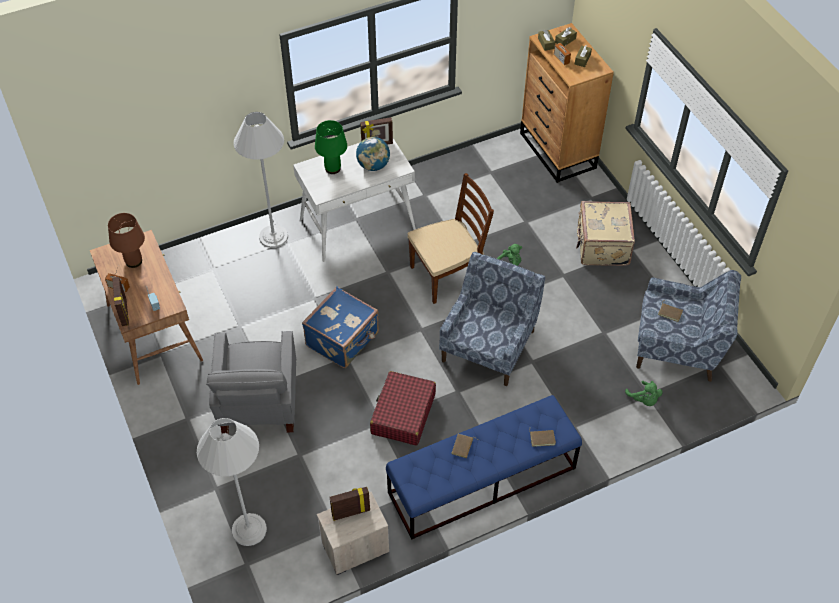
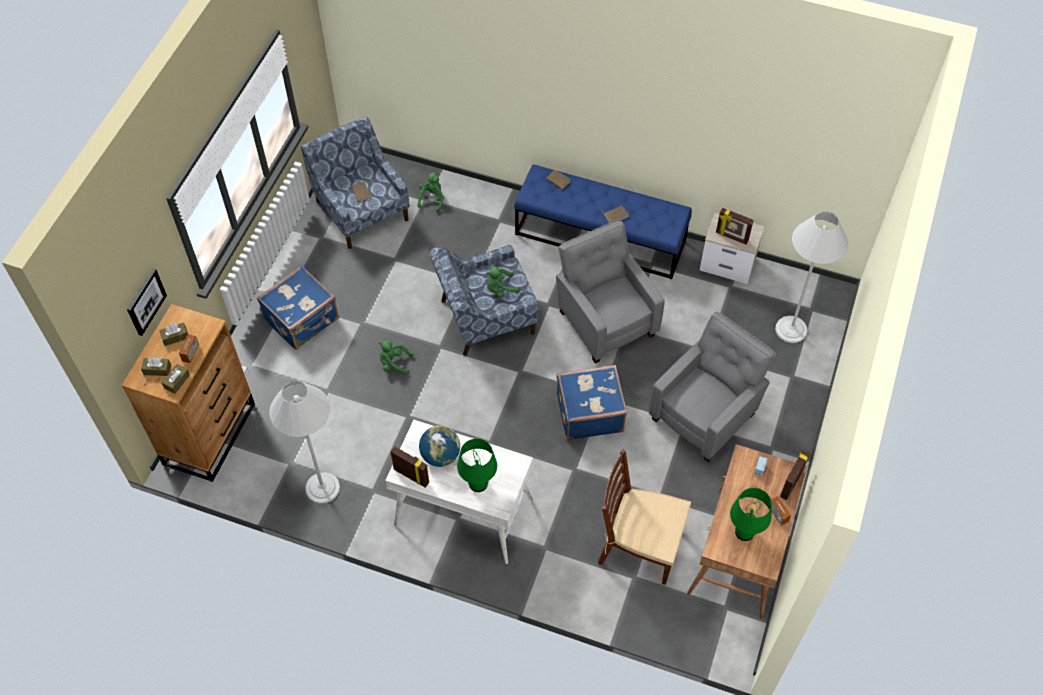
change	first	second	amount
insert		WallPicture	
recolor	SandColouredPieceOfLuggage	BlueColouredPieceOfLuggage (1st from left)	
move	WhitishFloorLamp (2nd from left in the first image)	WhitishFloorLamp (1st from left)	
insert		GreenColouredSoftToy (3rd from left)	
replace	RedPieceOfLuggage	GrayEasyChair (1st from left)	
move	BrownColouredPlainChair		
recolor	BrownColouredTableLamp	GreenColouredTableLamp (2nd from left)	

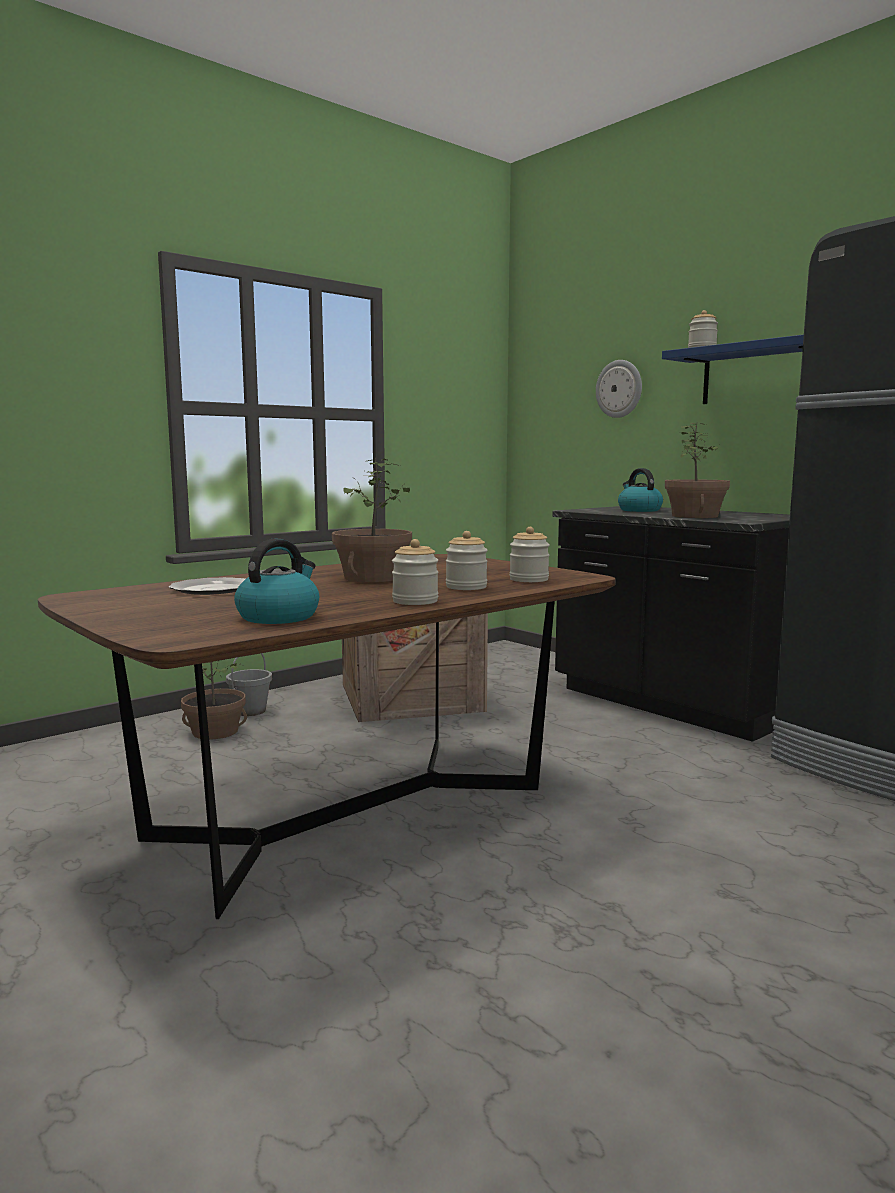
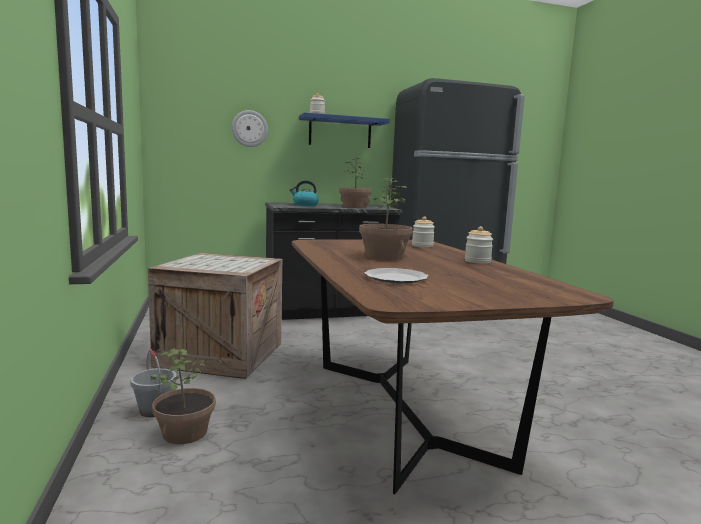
change	first	second	amount
delete	TeaKettle (1st from left)		
delete	StorageJar (2nd from left)		

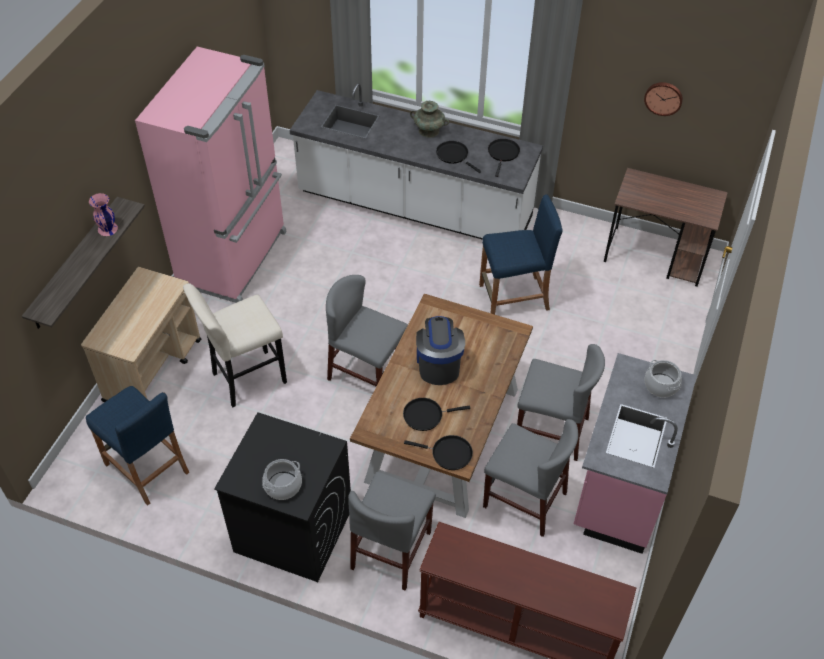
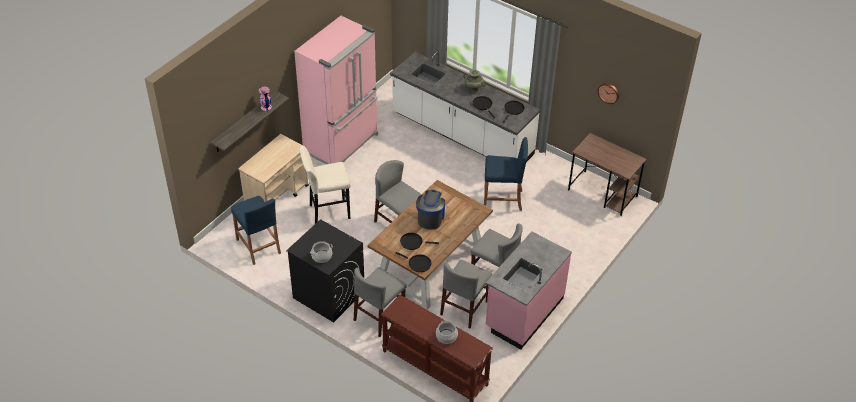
change	first	second	amount
move	CookingPot (2nd from left)		
rotate	GrayPlainChair (3rd from left)		75 degrees clockwise

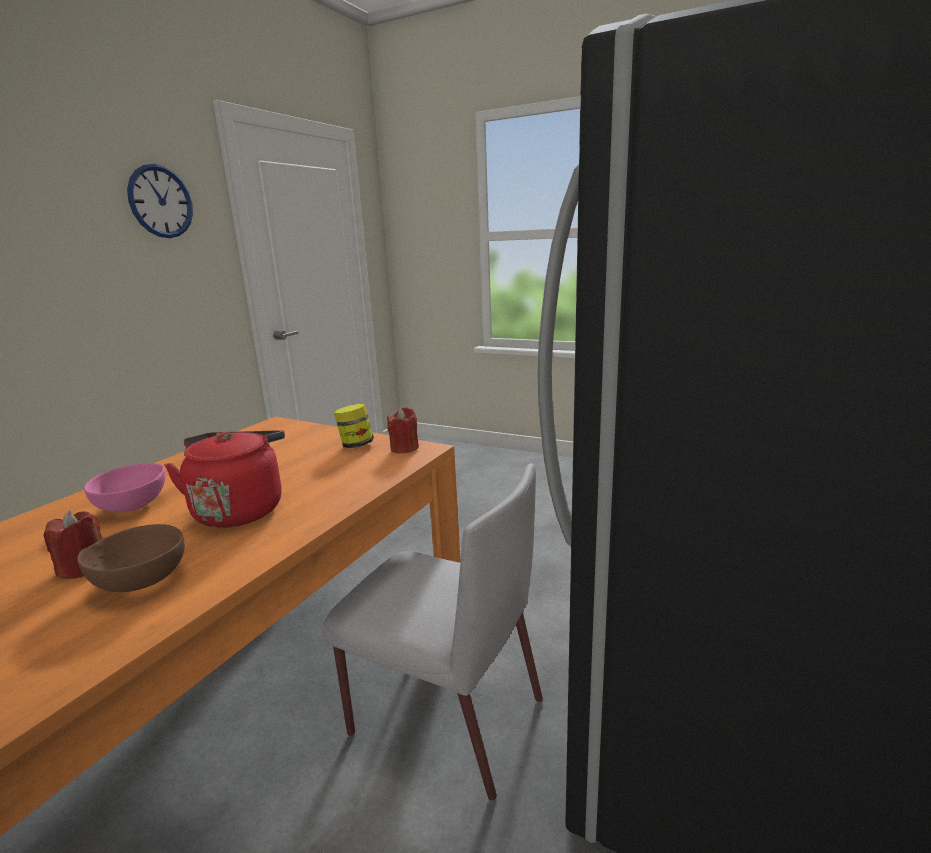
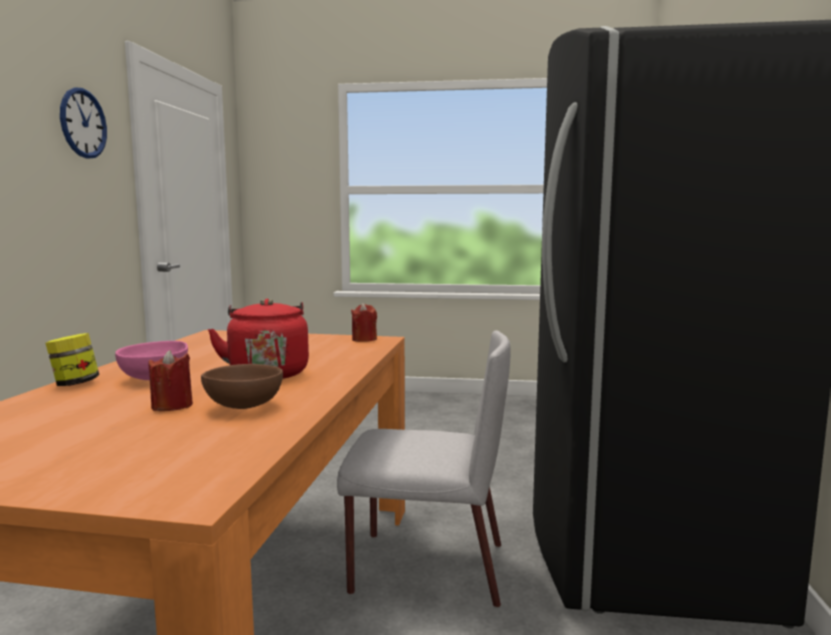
change	first	second	amount
move	StorageJar		

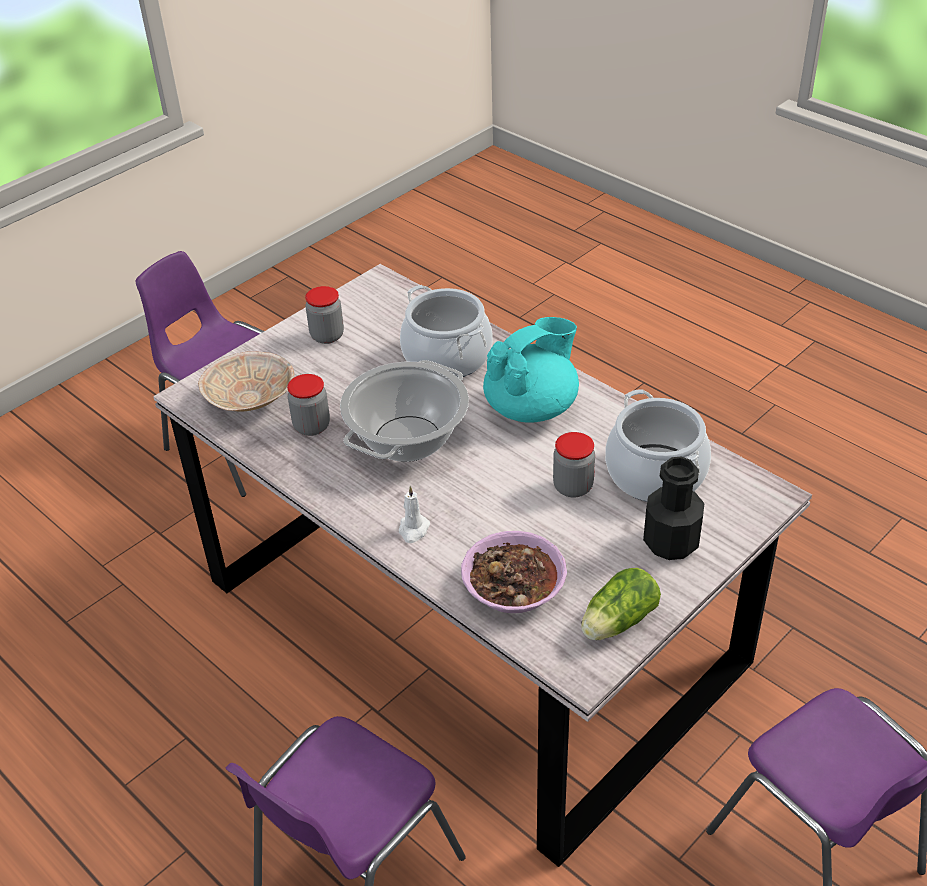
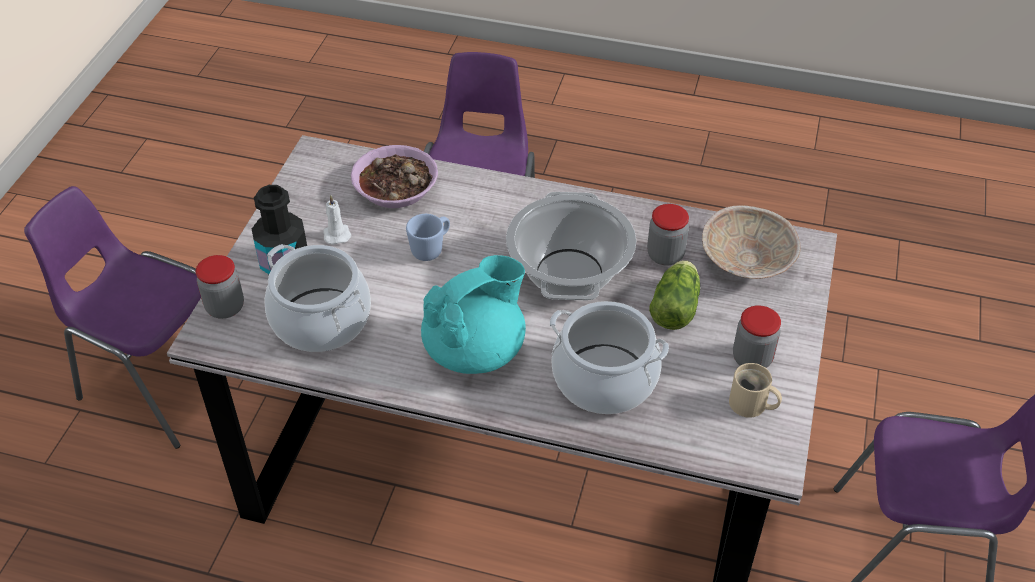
change	first	second	amount
move	StorageJar (3rd from left in the first image)	StorageJar (1st from left)	
move	WhitishWaxLight		
insert		BlueColouredMug	
rotate	BlueGreenTeaPot		150 degrees counterclockwise
move	HeadOfLettuce		
insert		SandColouredMug	

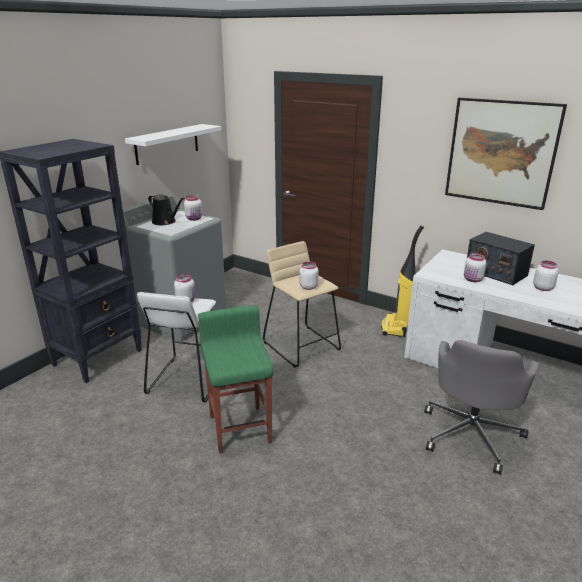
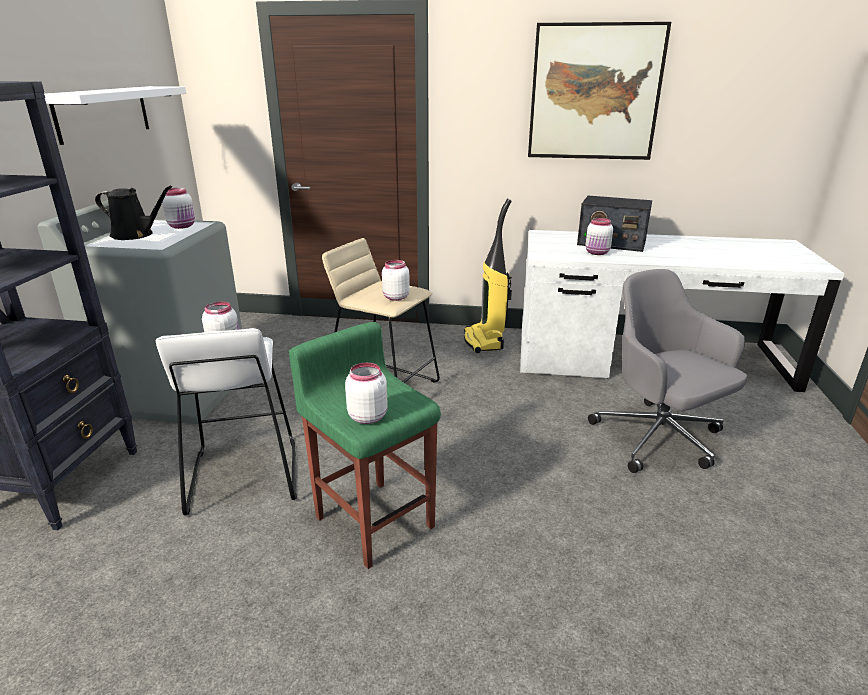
change	first	second	amount
move	WhitishStorageJar (5th from left in the first image)	WhitishStorageJar (3rd from left)	
rotate	GrayDeskChair		150 degrees clockwise

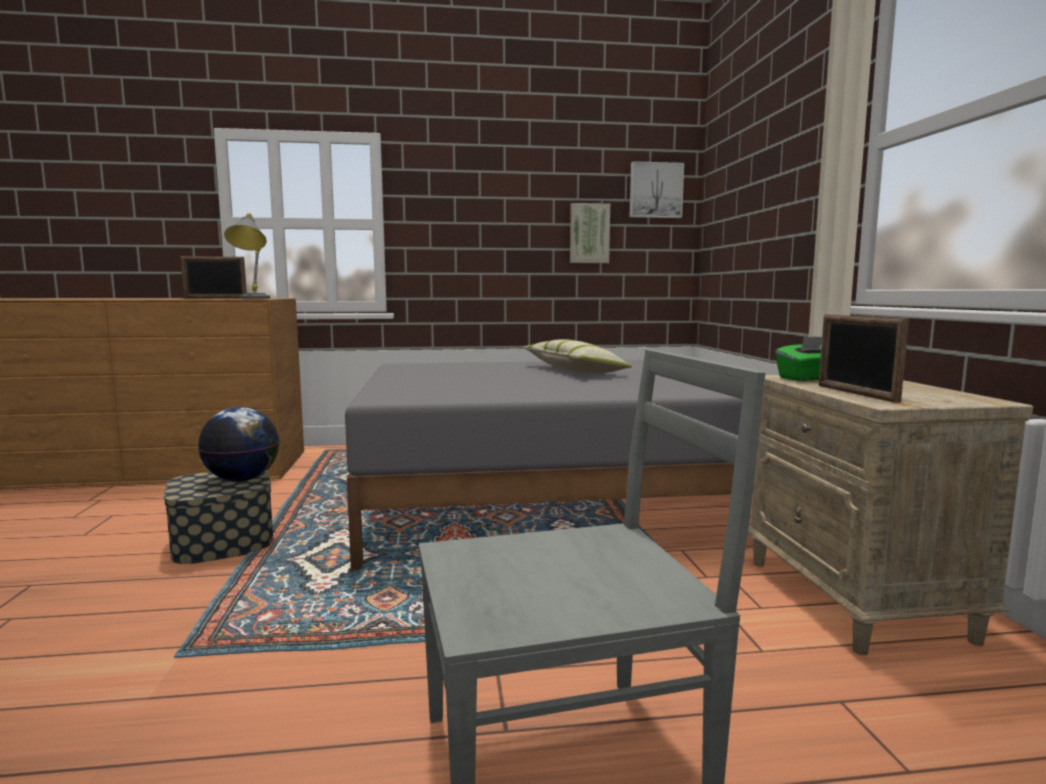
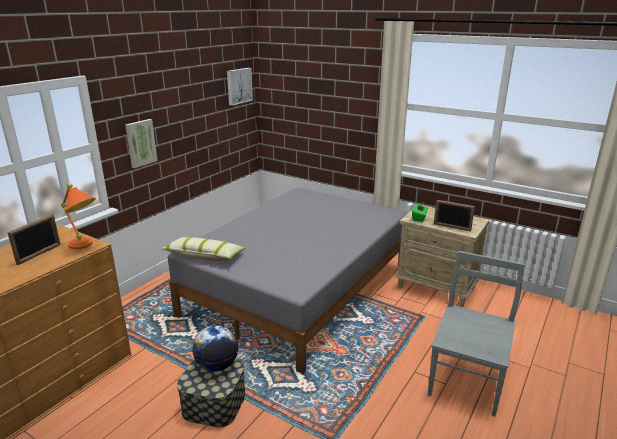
change	first	second	amount
recolor	GrayTableLamp	OrangeyTableLamp	
move	WallPicture (1st from left)		
move	Pillow		

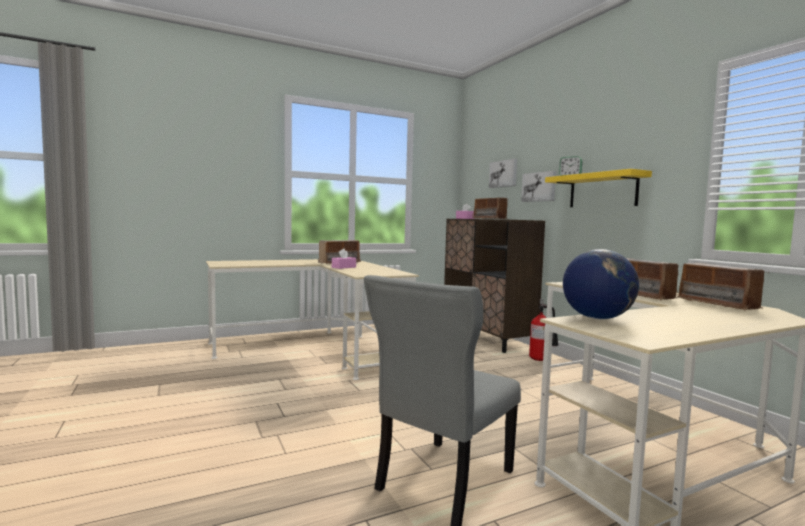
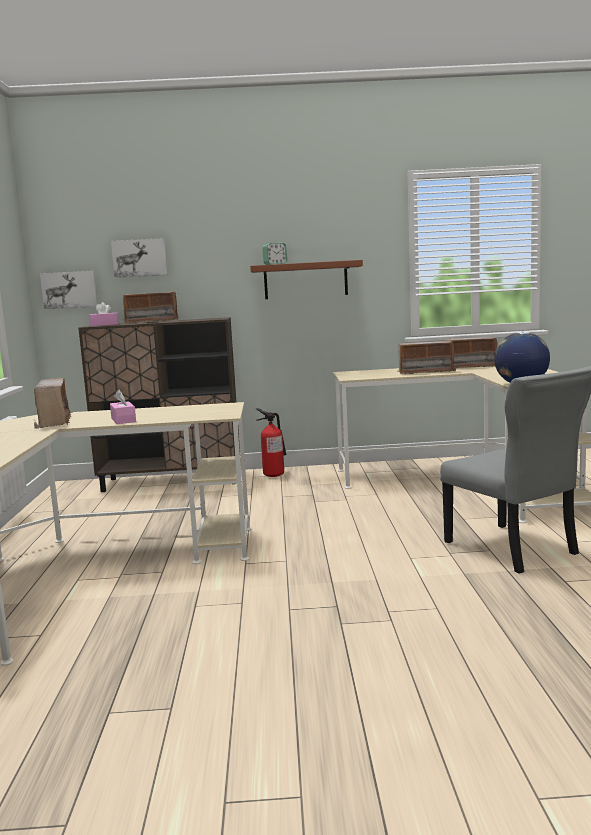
change	first	second	amount
move	WallPicture (2nd from left in the first image)	WallPicture (1st from left)	
recolor	YellowishBracketShelf	BrownColouredBracketShelf	

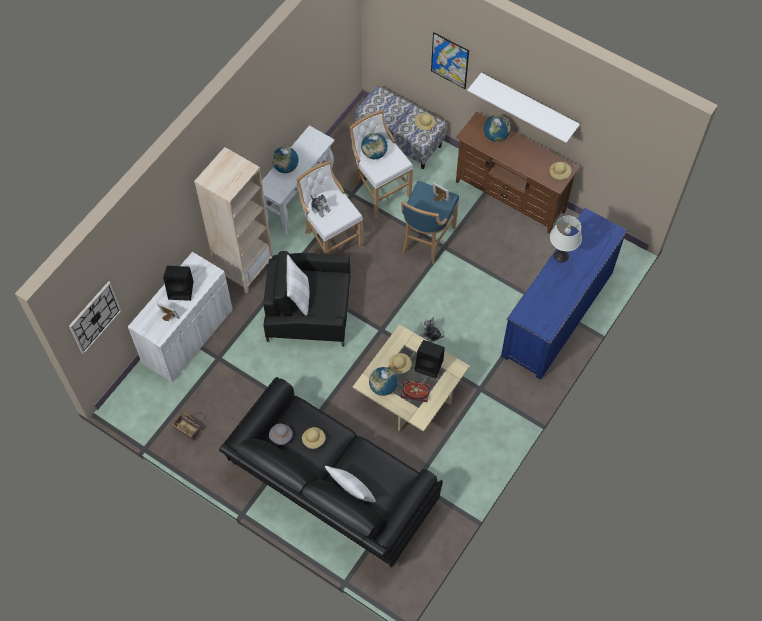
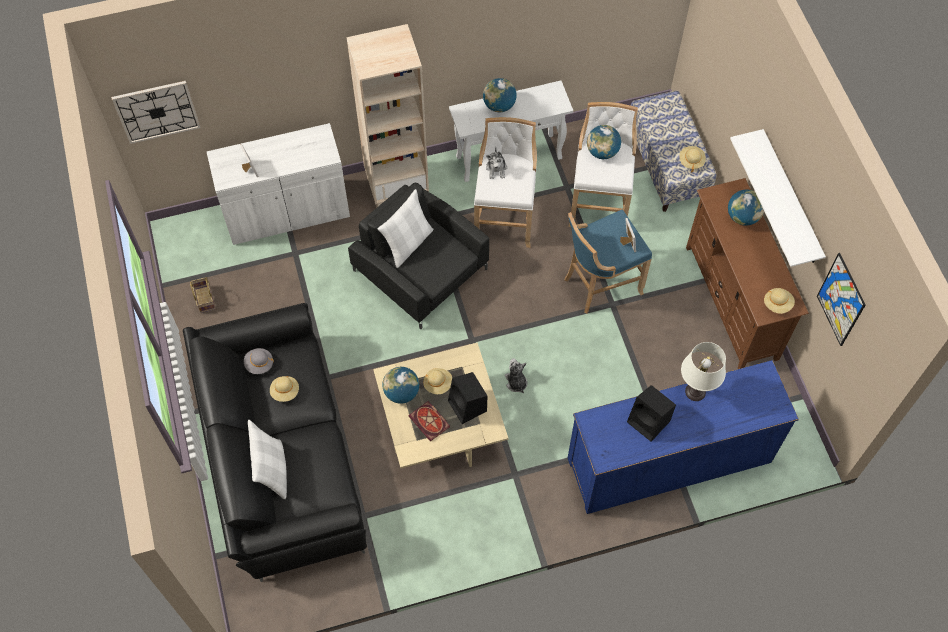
change	first	second	amount
move	BlackishLoudspeaker (1st from left in the first image)	BlackishLoudspeaker (2nd from left)	
move	WallPicture		

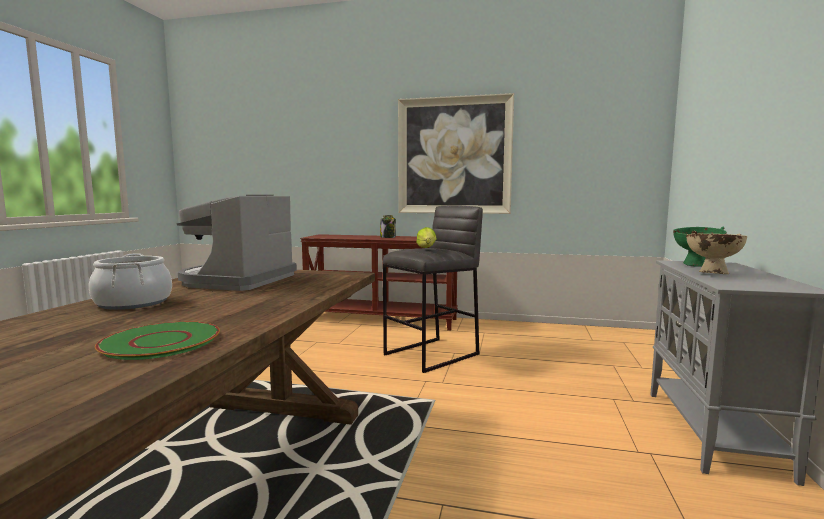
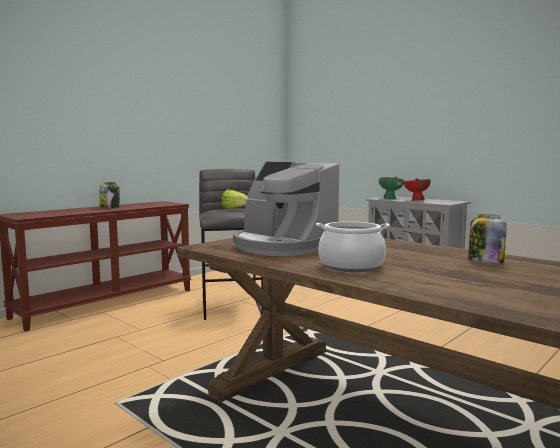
change	first	second	amount
recolor	SandColouredServingBowl	RedServingBowl	
replace	GreenColouredPlate	StorageJar (2nd from left)	
delete	WallPicture		

